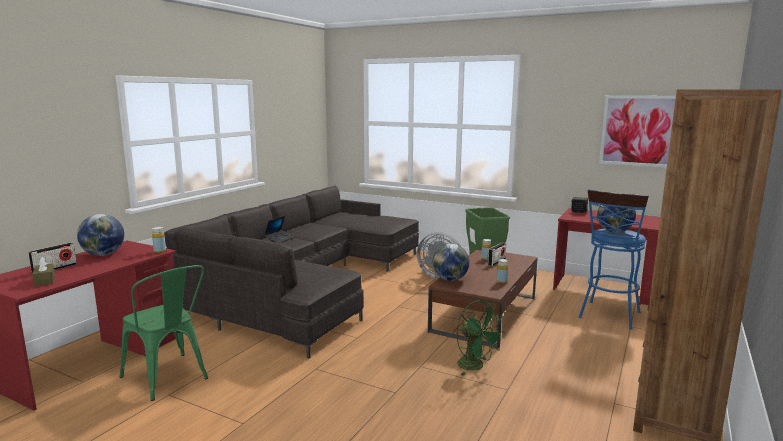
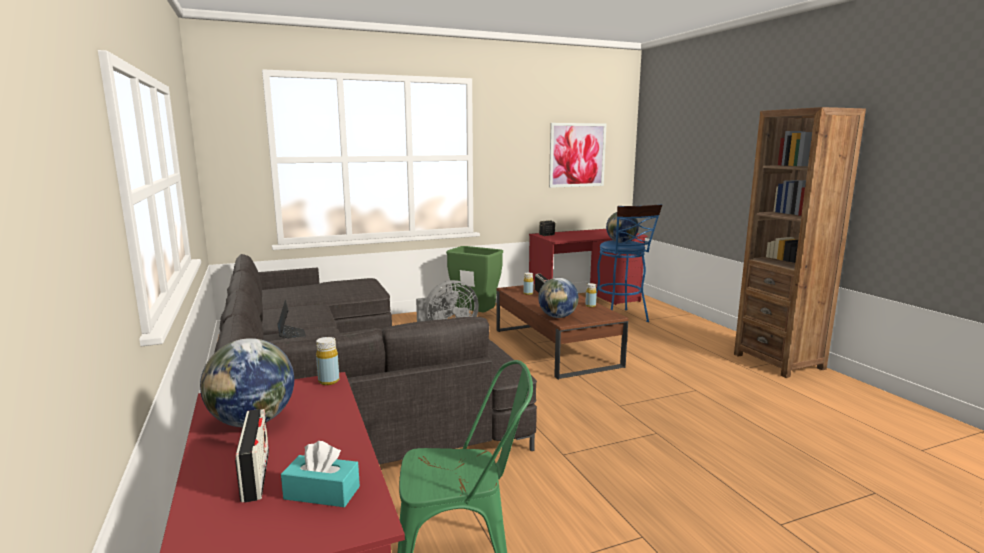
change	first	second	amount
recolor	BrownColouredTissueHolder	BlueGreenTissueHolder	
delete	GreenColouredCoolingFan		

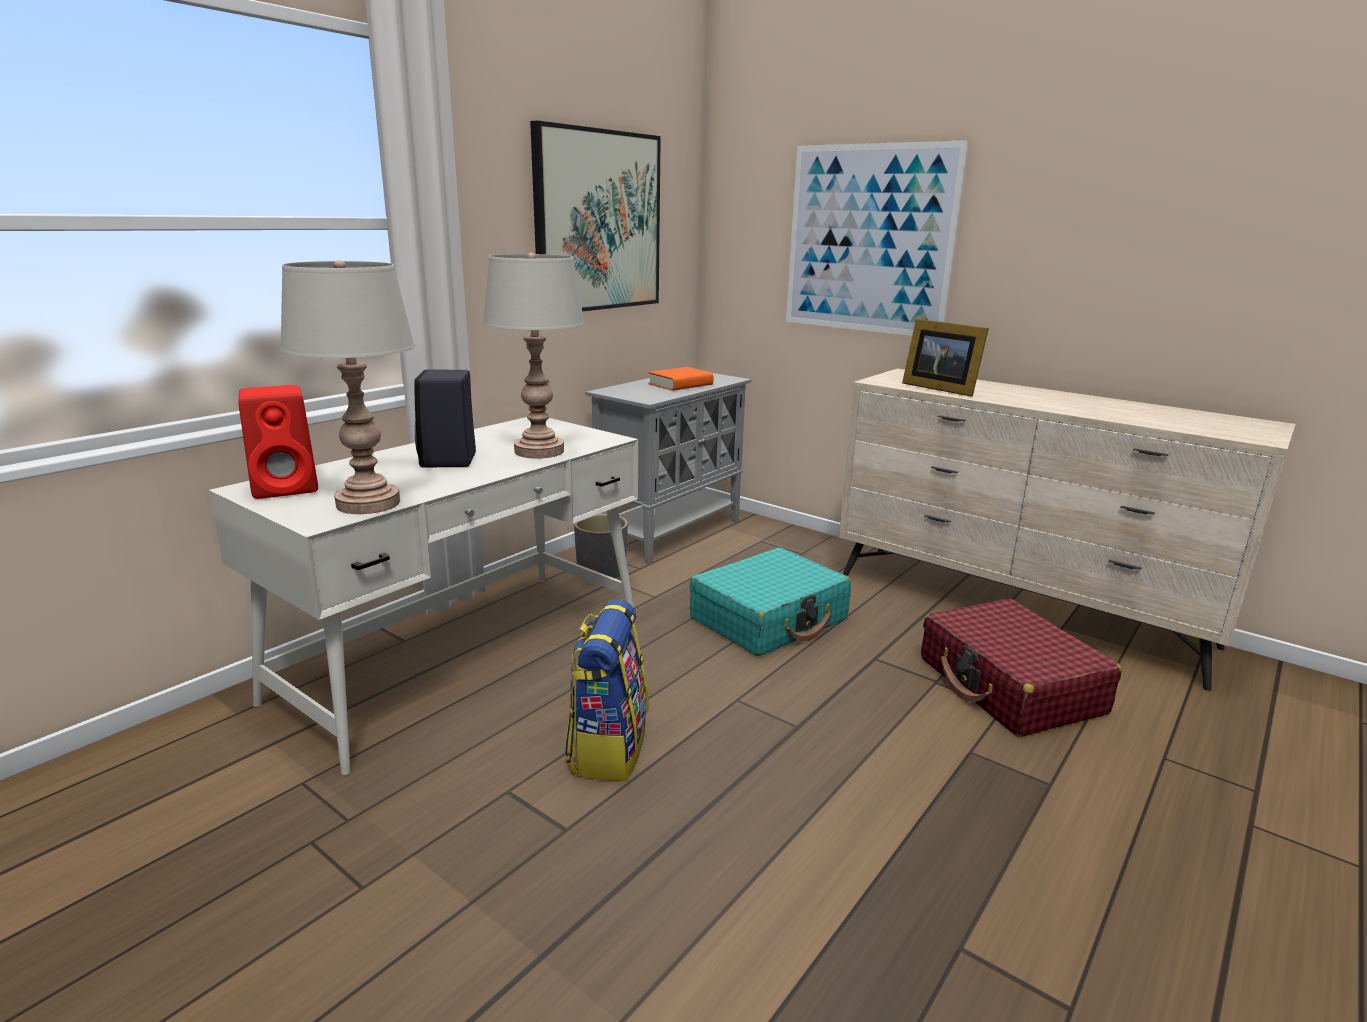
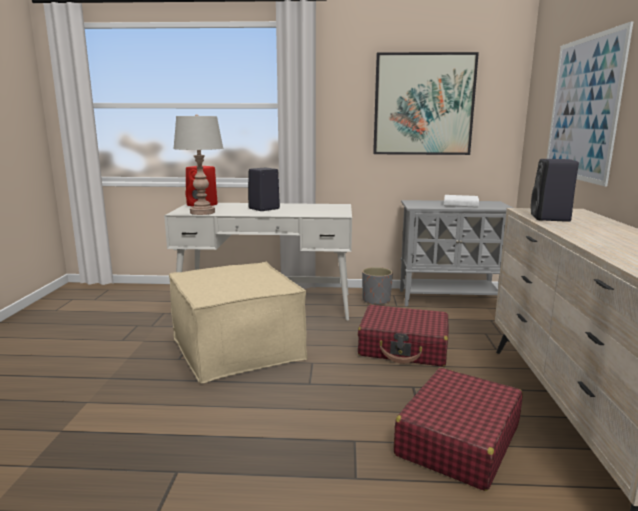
change	first	second	amount
replace	Rucksack	SandColouredOttoman	
recolor	BlueGreenPieceOfLuggage	RedPieceOfLuggage (1st from left)	
recolor	OrangeyBoundBook	WhitishBoundBook	
replace	StandingFrame	BlackishLoudspeaker (2nd from left)	
delete	GrayTableLamp (2nd from left)		

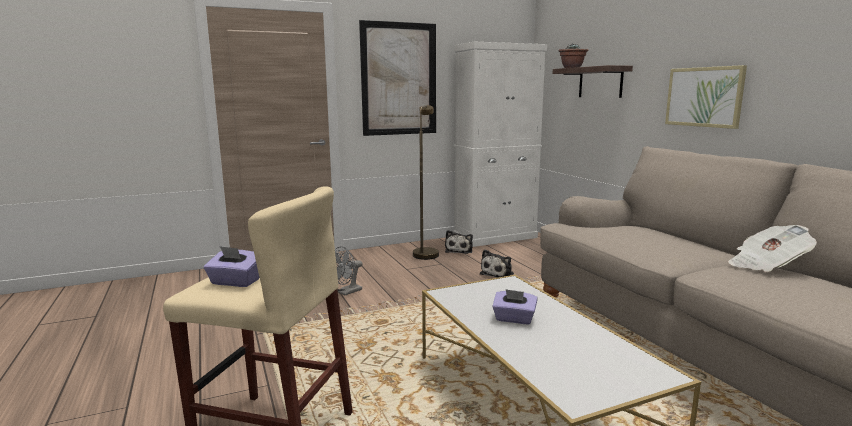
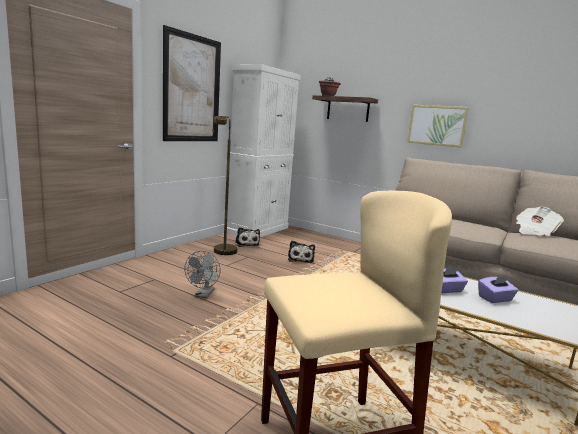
change	first	second	amount
move	PurpleColouredTissueHolder (1st from left in the first image)	PurpleColouredTissueHolder (2nd from left)	

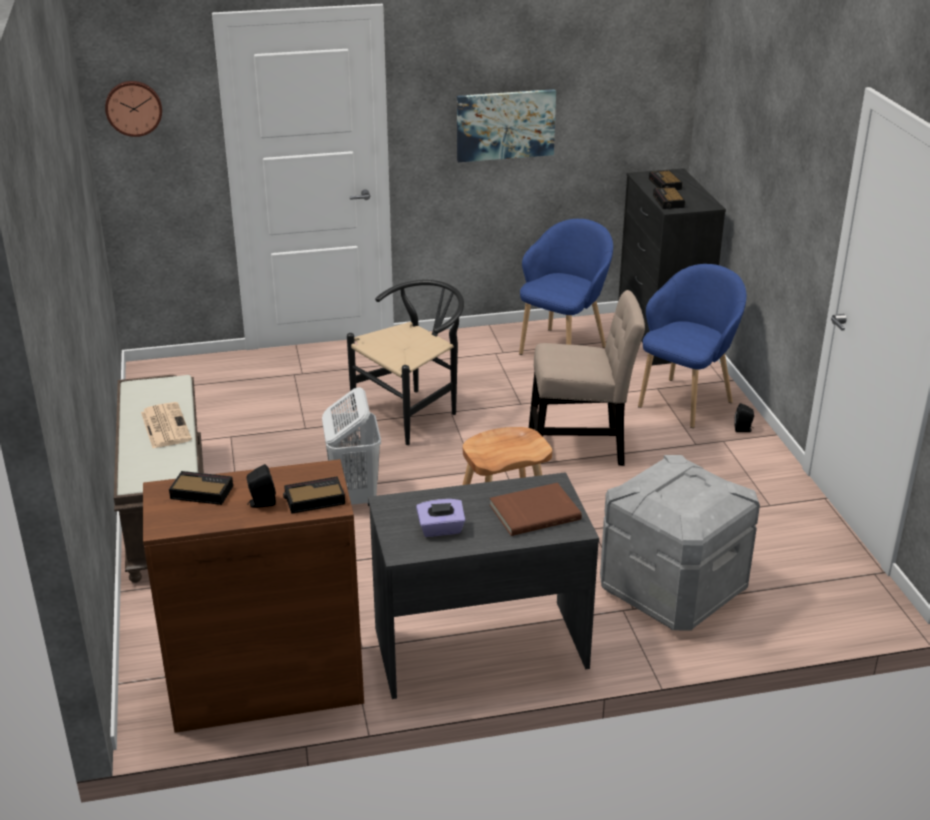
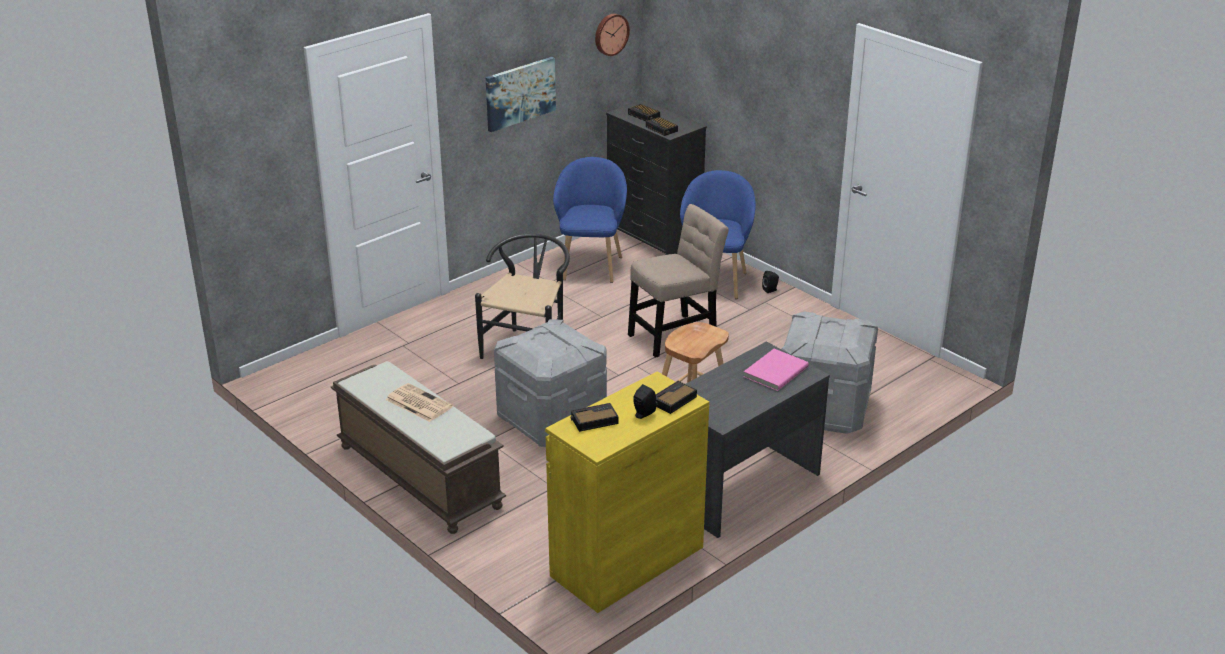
change	first	second	amount
replace	WhitishHamper	GrayStorageBox (1st from left)	
recolor	BrownColouredCabinet	YellowishCabinet	
move	ClockOnTheWall		
recolor	BrownColouredBoundBook	PinkishBoundBook	
delete	PurpleColouredTissueHolder		

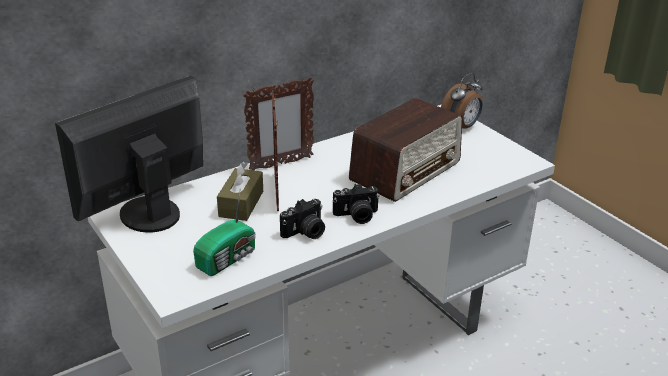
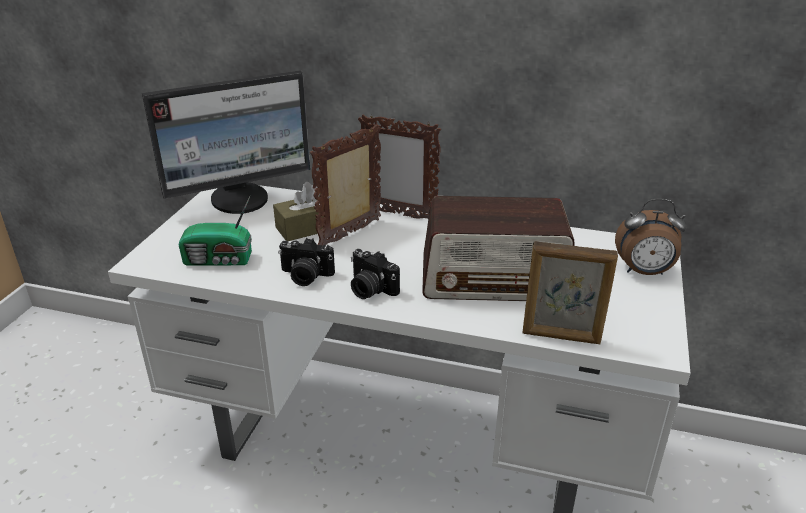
change	first	second	amount
rotate	Monitor		150 degrees clockwise
insert		StandingFrame (3rd from left)	

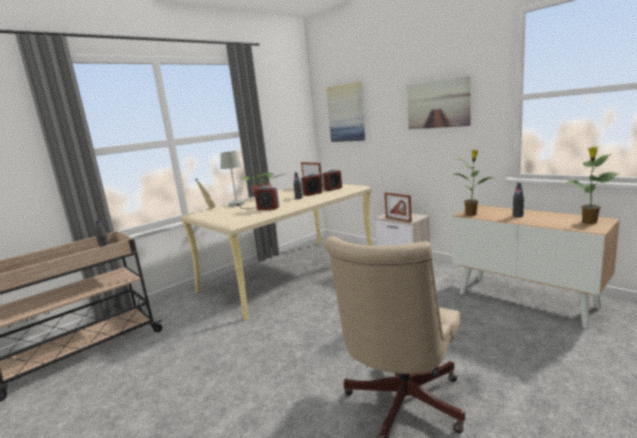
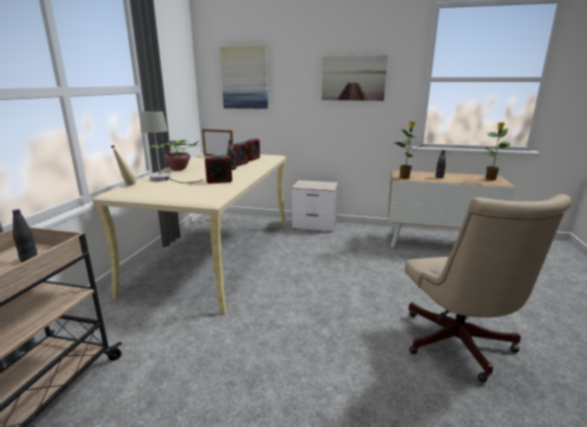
change	first	second	amount
delete	StandingFrame (2nd from left)		

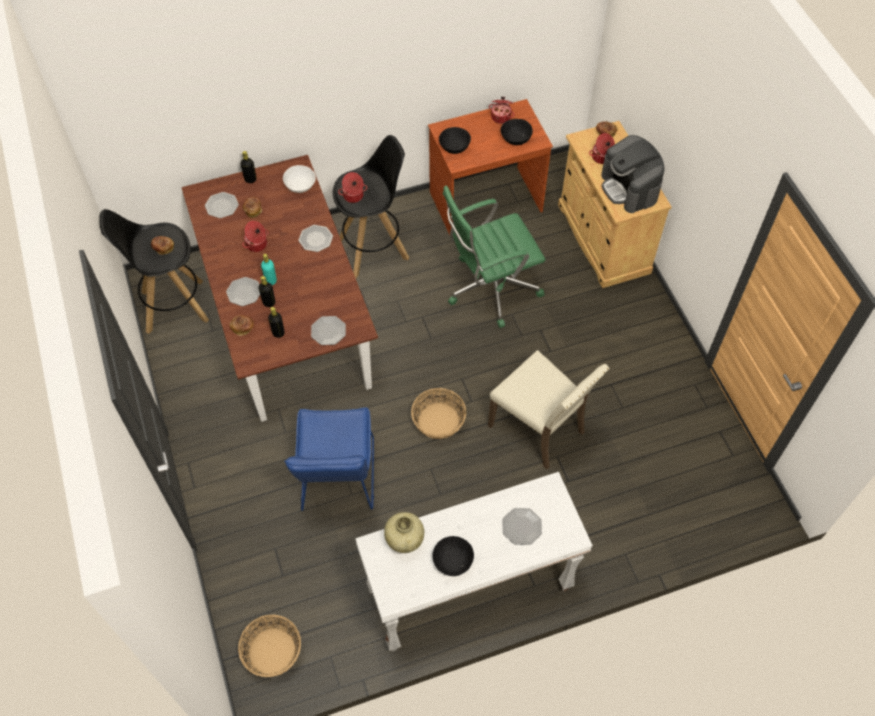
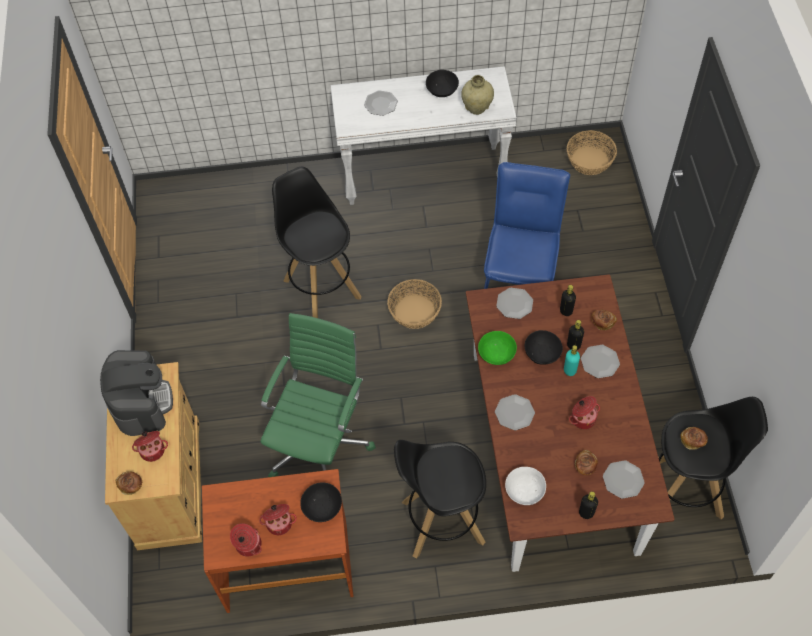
change	first	second	amount
move	CookingPot (2nd from left in the first image)	CookingPot (3rd from left)	
rotate	GreenColouredDeskChair		60 degrees counterclockwise
replace	SandColouredPlainChair	BlackishStool (1st from left)	
insert		GreenColouredServingBowl	
move	BlackishServingBowl (3rd from left)		

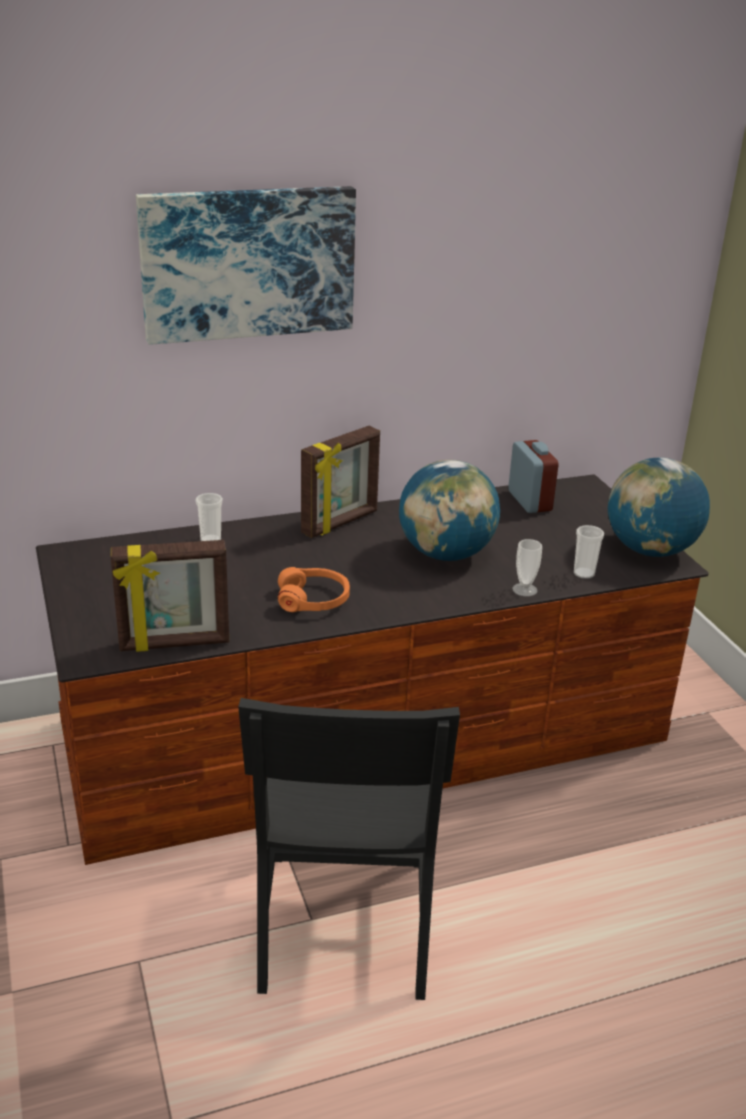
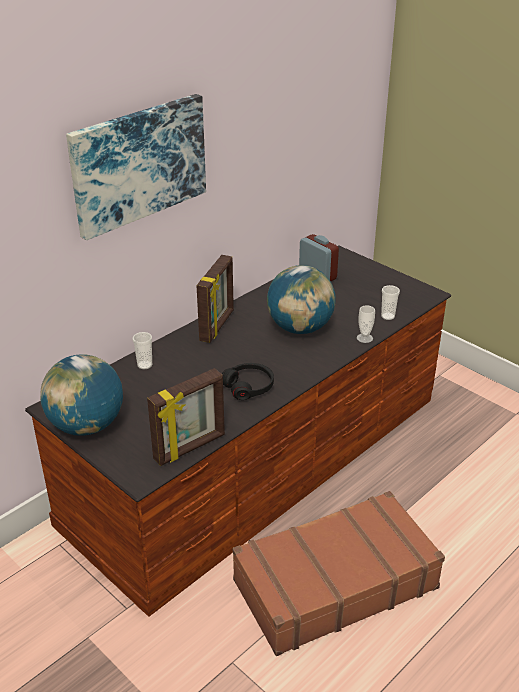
change	first	second	amount
move	DeskGlobe (2nd from left in the first image)	DeskGlobe (1st from left)	
recolor	OrangeyPairOfHeadphones	BlackishPairOfHeadphones	
replace	BlackishPlainChair	BrownColouredPieceOfLuggage	

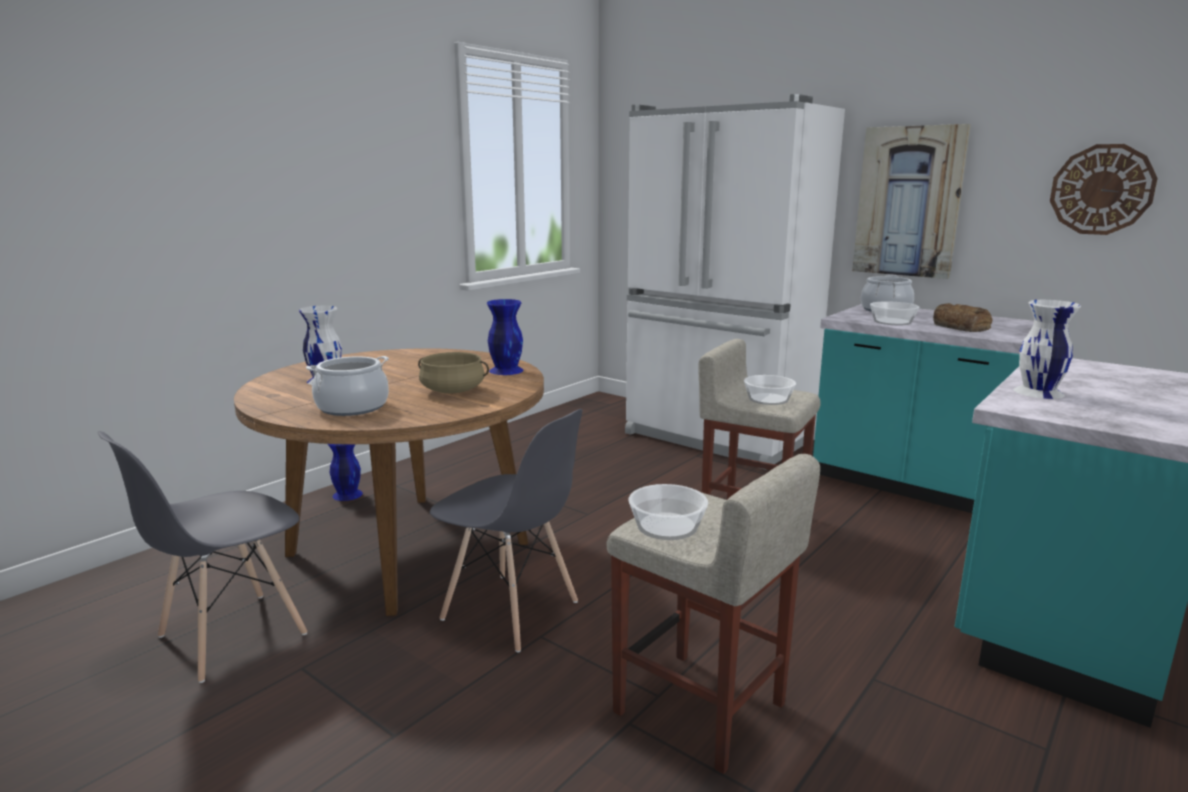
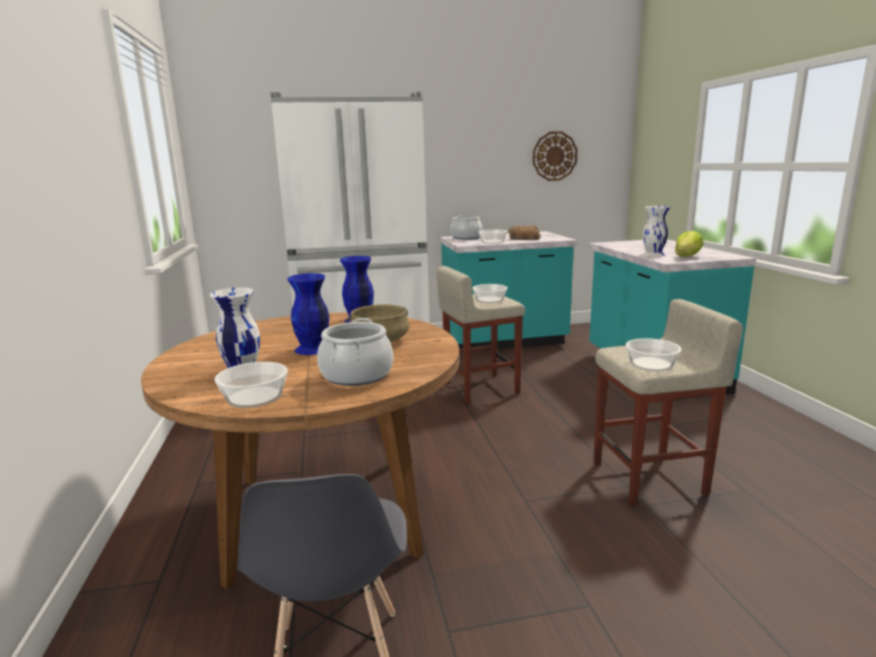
change	first	second	amount
insert		ServingBowl (1st from left)	
move	BlueColouredDecorativeVase (1st from left)		
insert		HeadOfLettuce	
delete	GrayPlainChair (2nd from left)		
delete	WallPicture		

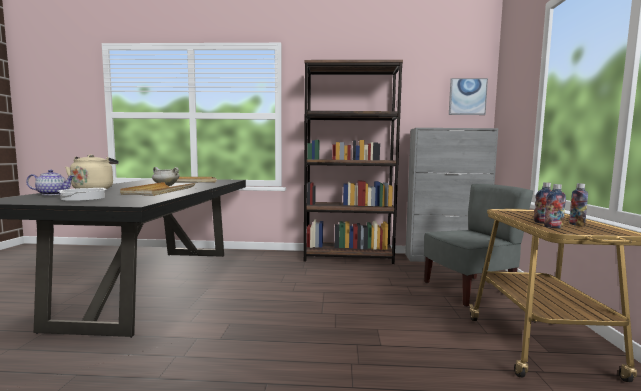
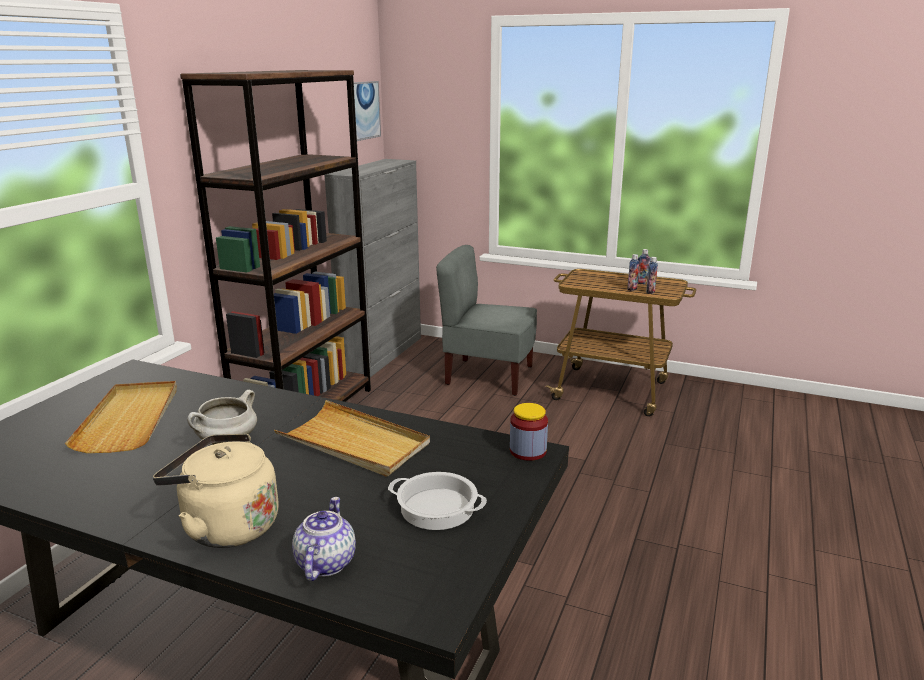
change	first	second	amount
rotate	GrayPlainChair		75 degrees counterclockwise
insert		StorageJar	

